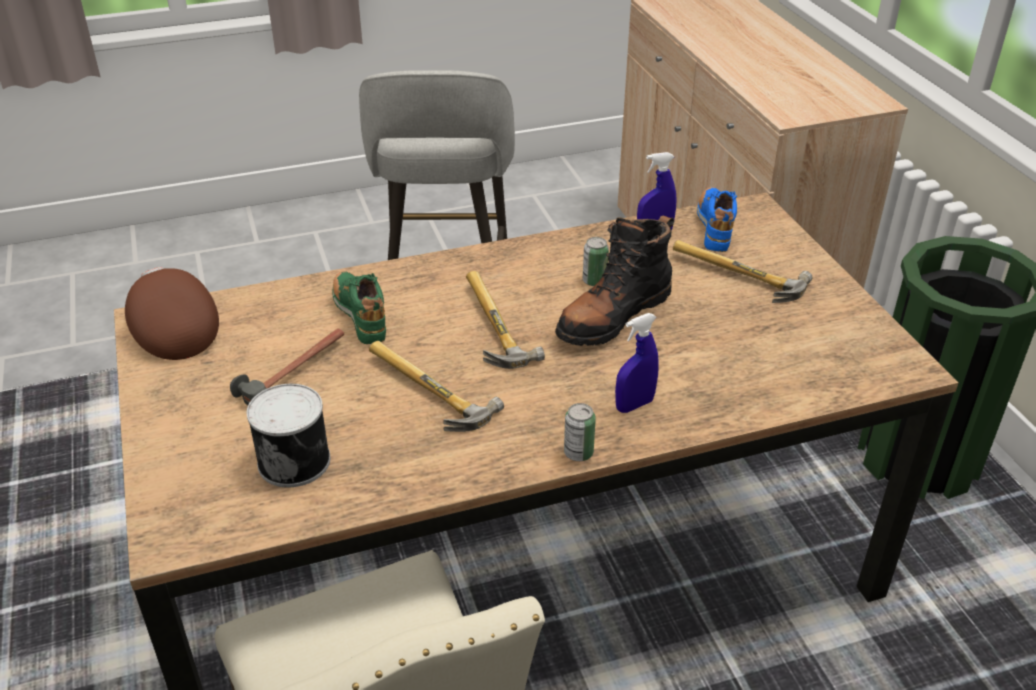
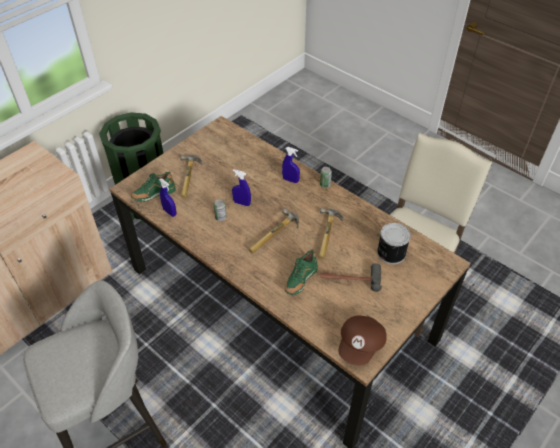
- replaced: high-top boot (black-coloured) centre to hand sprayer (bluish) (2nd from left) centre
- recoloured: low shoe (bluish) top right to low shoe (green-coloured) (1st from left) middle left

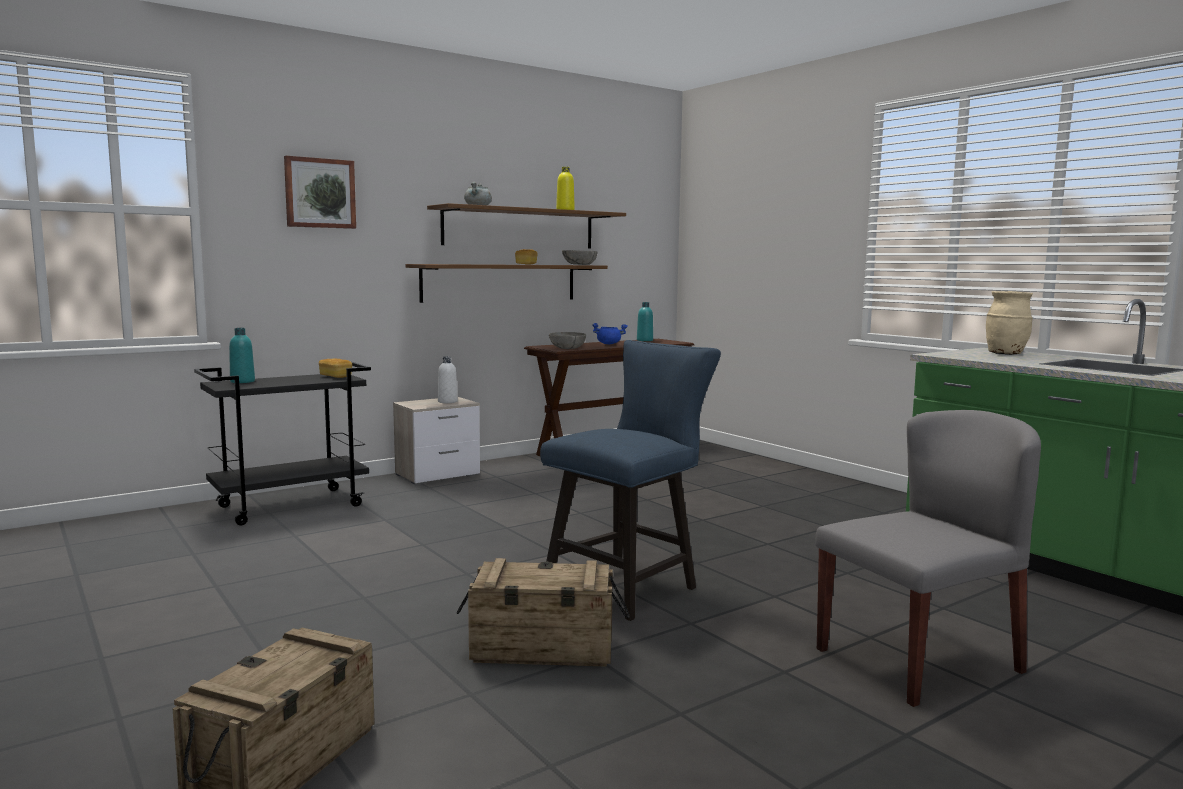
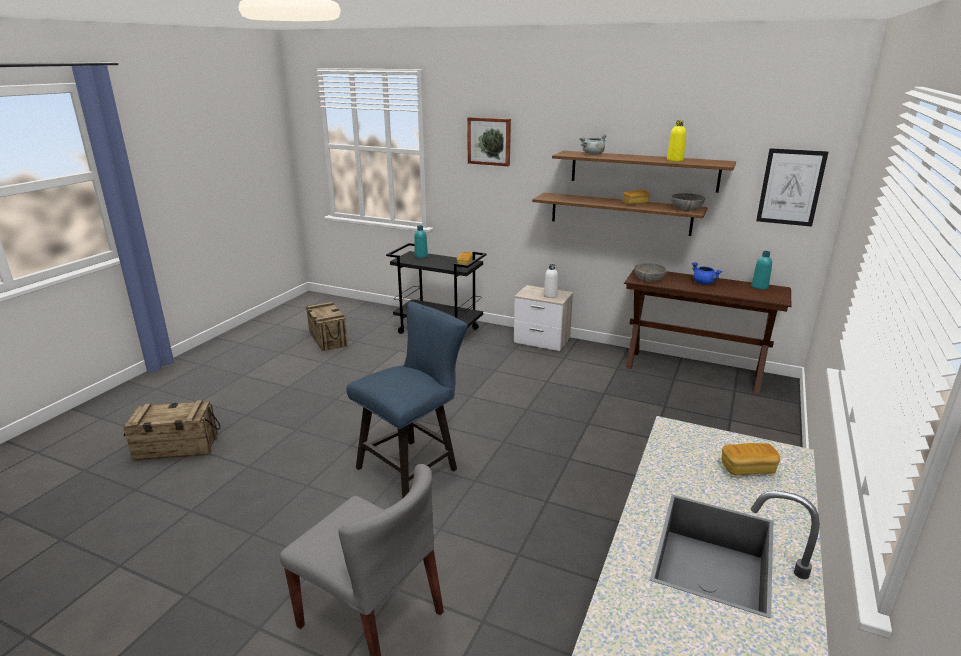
- added: picture (2nd from left) top right
- moved: packing crate (2nd from left) bottom centre to centre
- replaced: vase (beige-coloured) middle right to baked bread (3rd from left) bottom right
- turned: plain chair (bluish) centre = centre 60 degrees counterclockwise

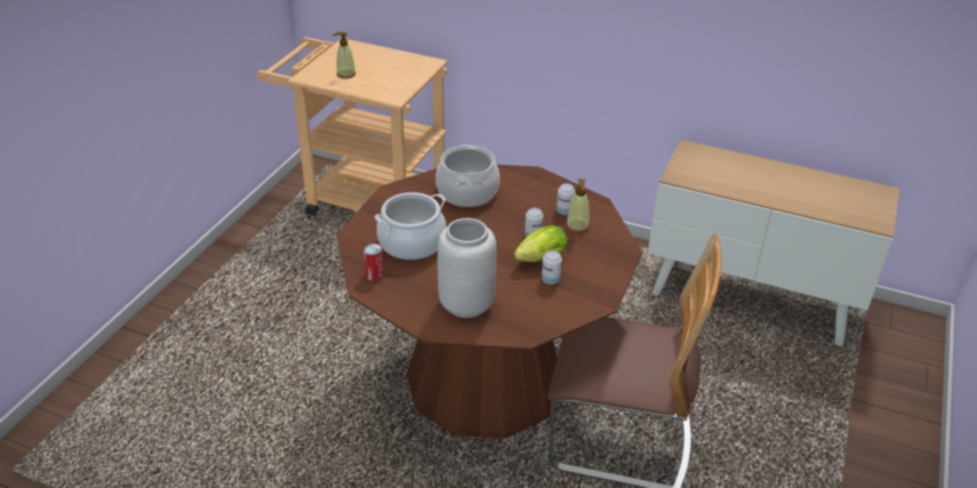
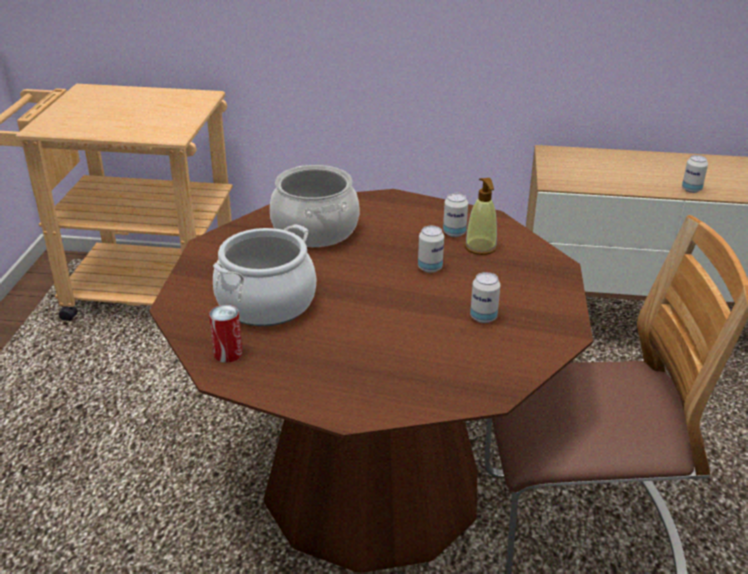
- removed: liquid soap bottle (1st from left) top centre
- removed: vase (grey) centre
- removed: lettuce centre
- added: sealed can (5th from left) top right

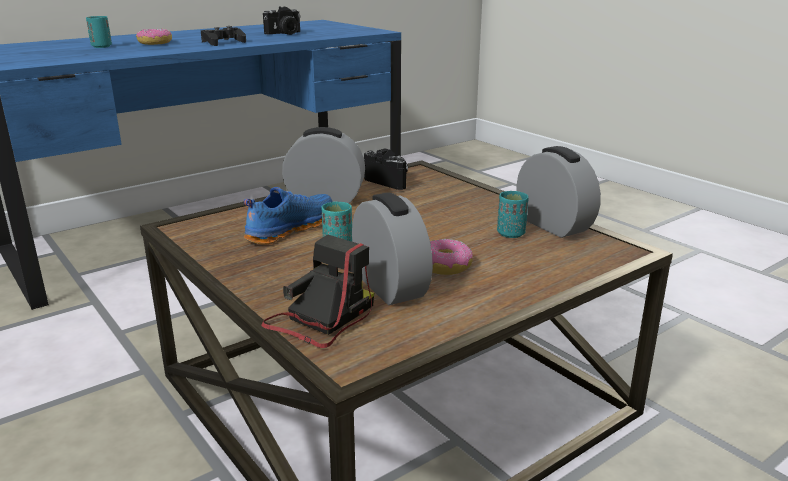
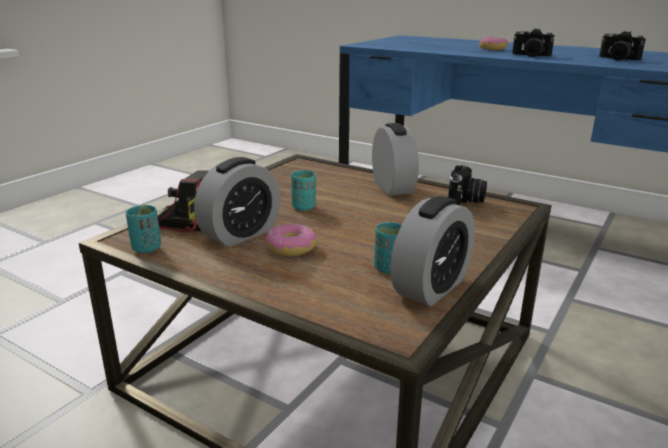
- removed: low shoe (bluish) centre
- moved: cup (turquoise-coloured) (1st from left) top left to middle left
- replaced: joypad (black-coloured) top left to photo camera (3rd from left) top right

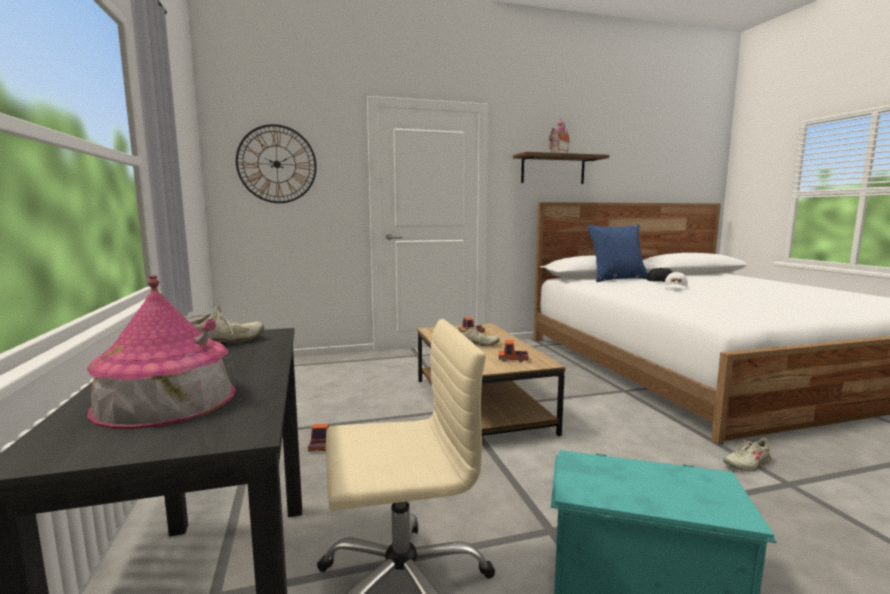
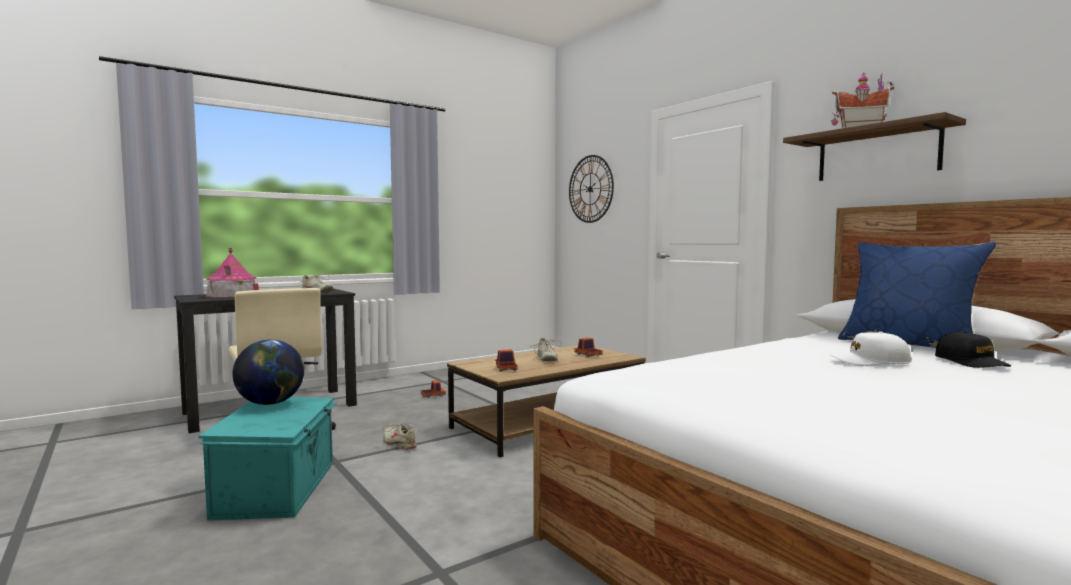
- added: world globe middle left
- moved: low shoe (beige-coloured) (3rd from left in the first image) bottom right to low shoe (beige-coloured) (2nd from left) bottom centre

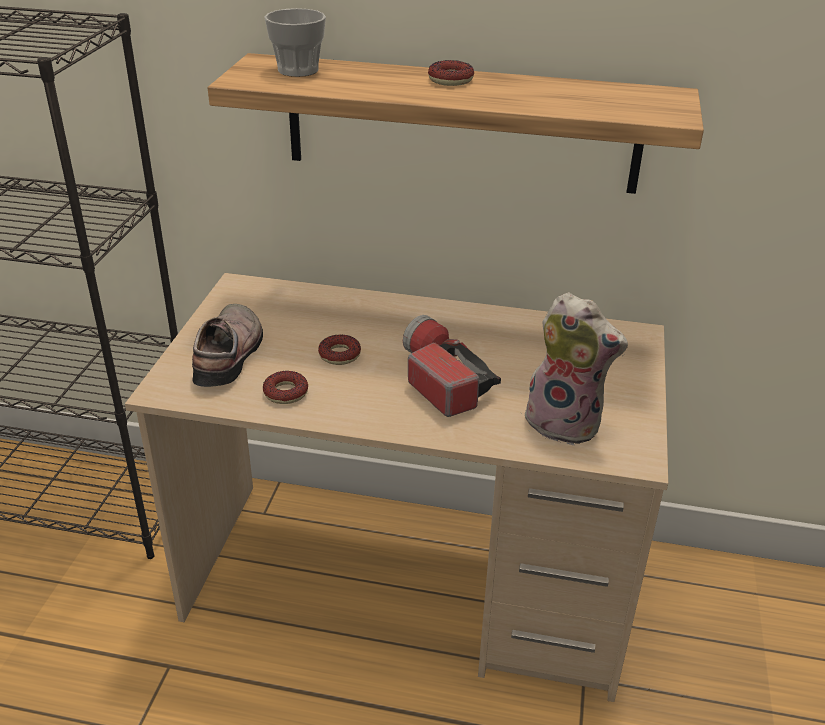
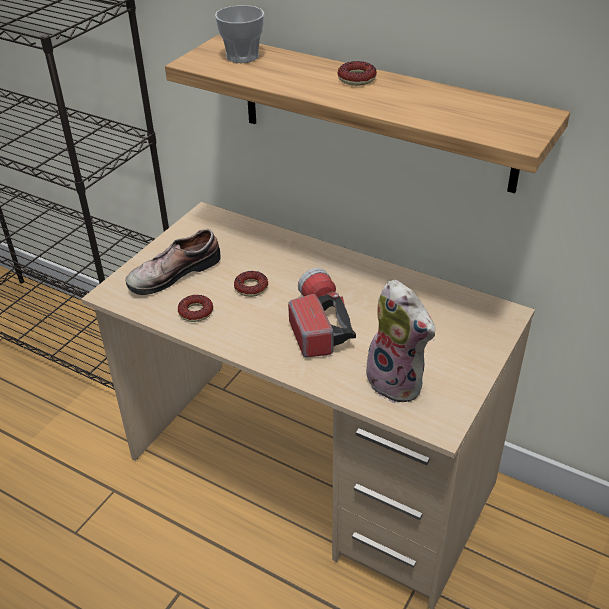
- turned: low shoe middle left = middle left 150 degrees counterclockwise

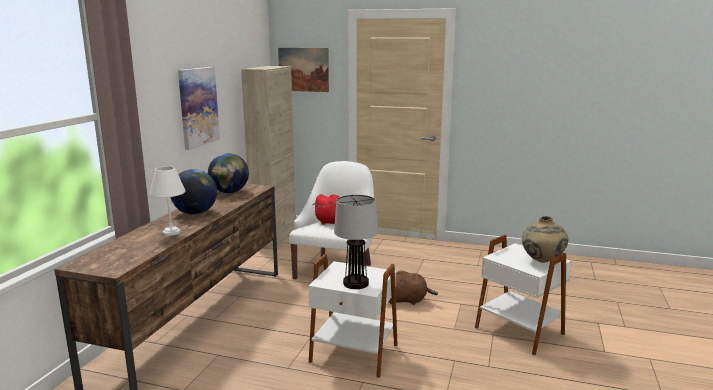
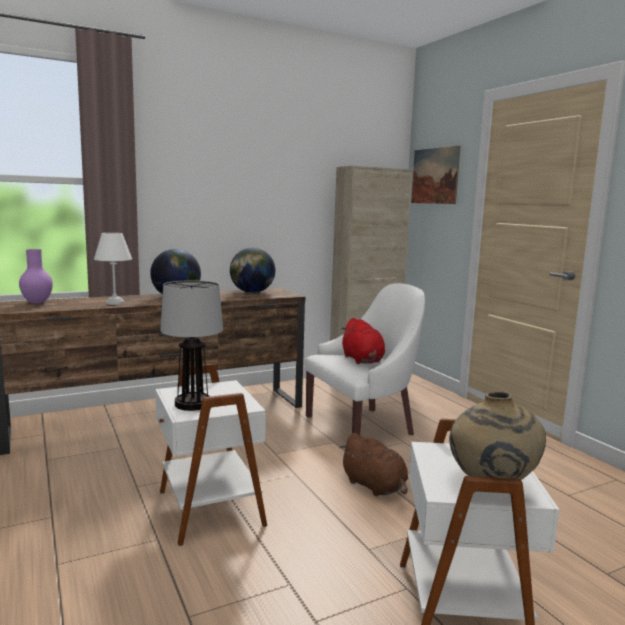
- removed: picture (1st from left) top left
- added: vase (purplish) middle left

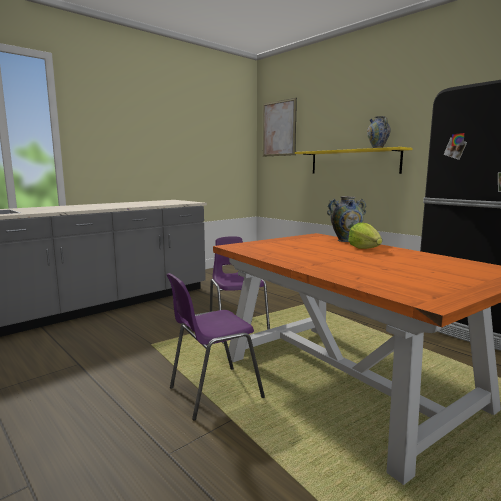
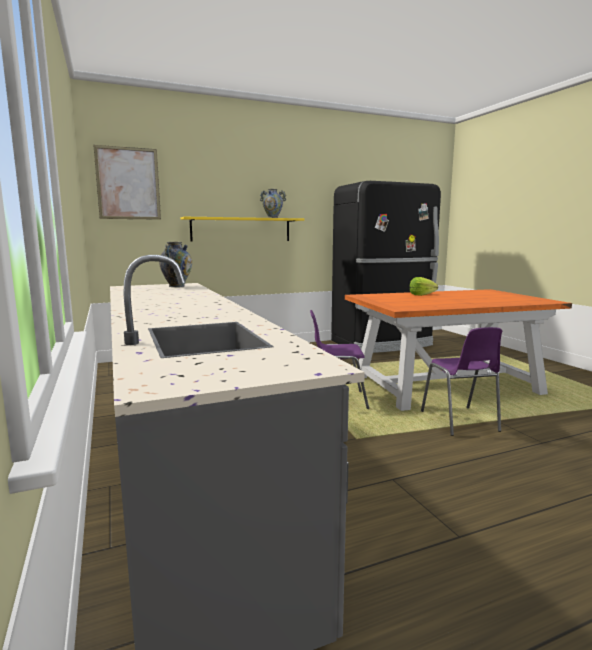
- moved: vase (1st from left) middle right to middle left

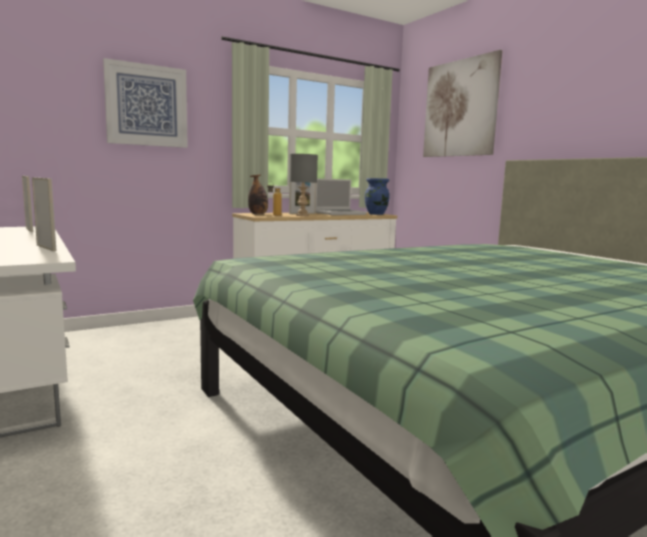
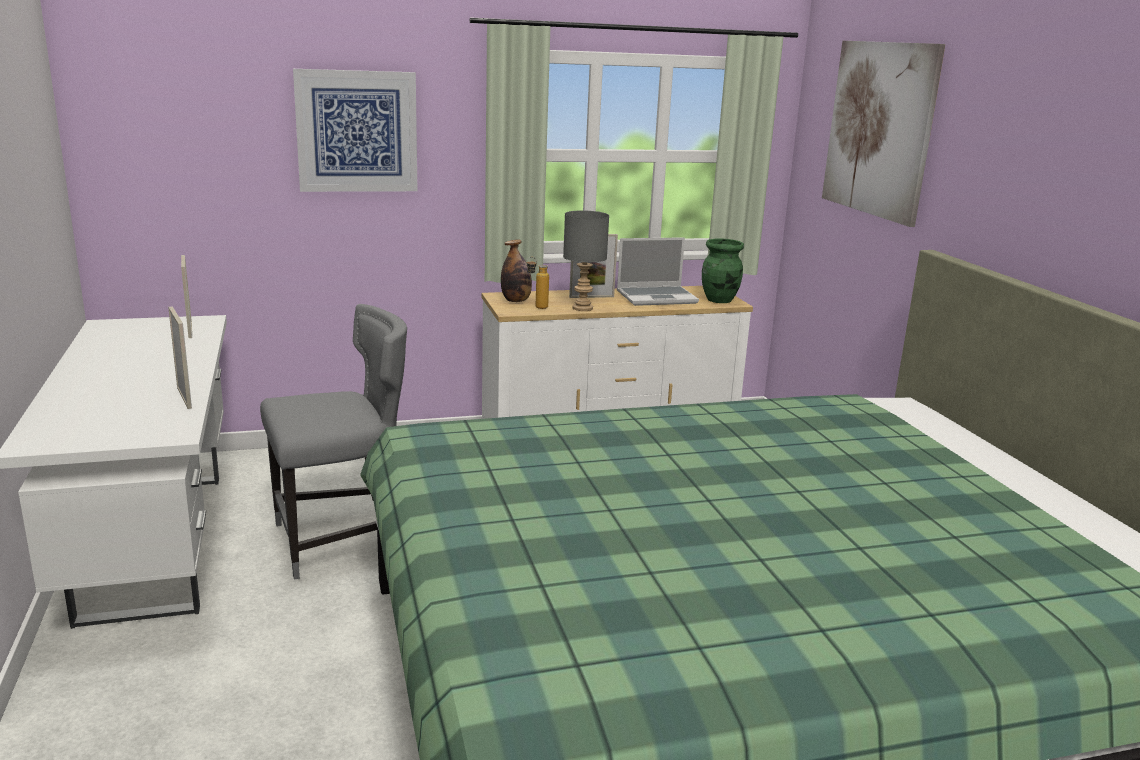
- added: plain chair (grey) middle left
- recoloured: vase (bluish) centre to vase (green-coloured) centre

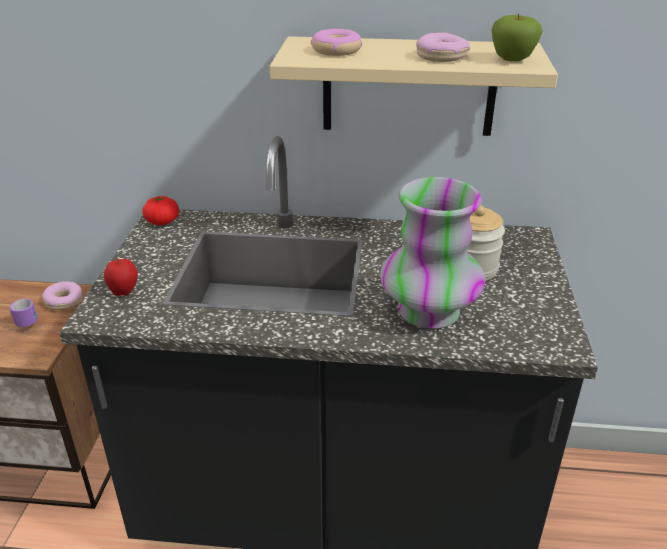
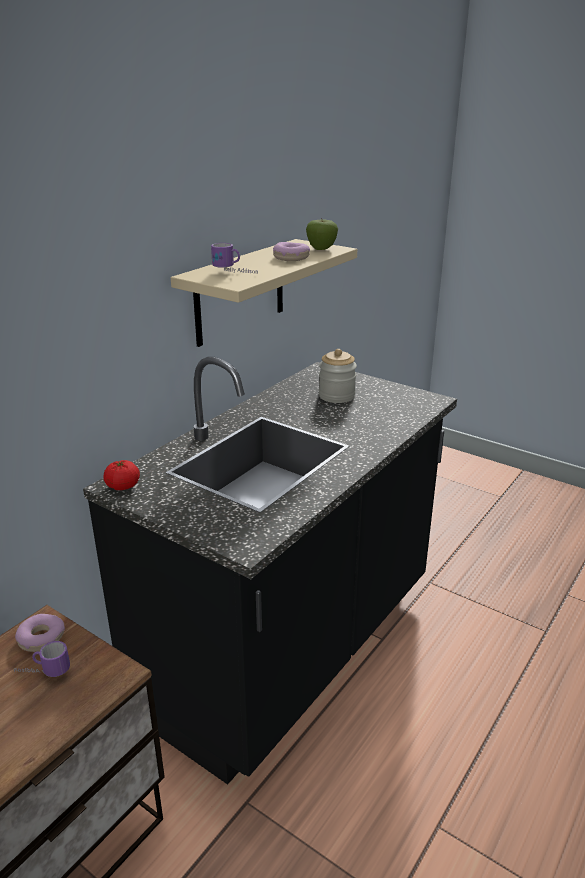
- removed: apple (1st from left) middle left
- removed: vase centre
- replaced: doughnut (2nd from left) top centre to coffee mug (2nd from left) top centre

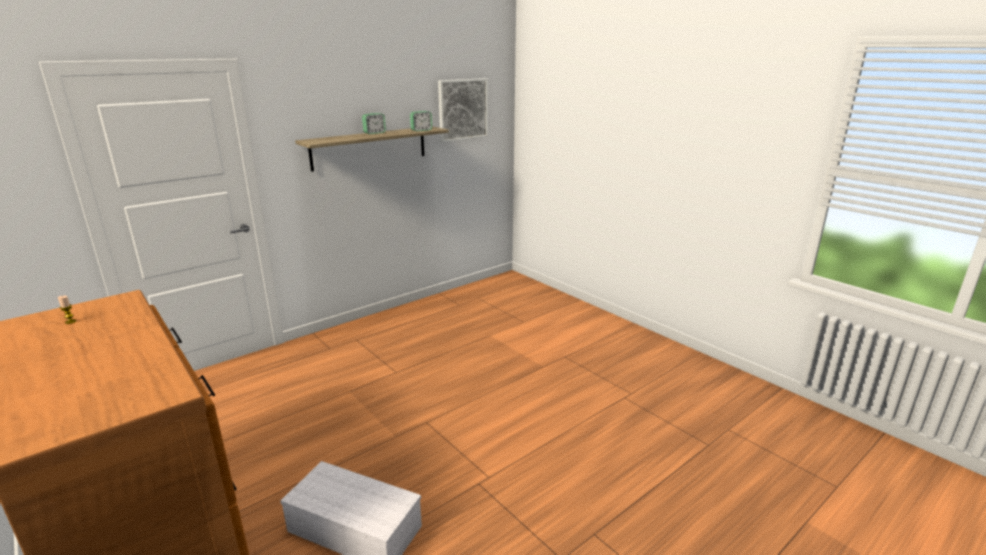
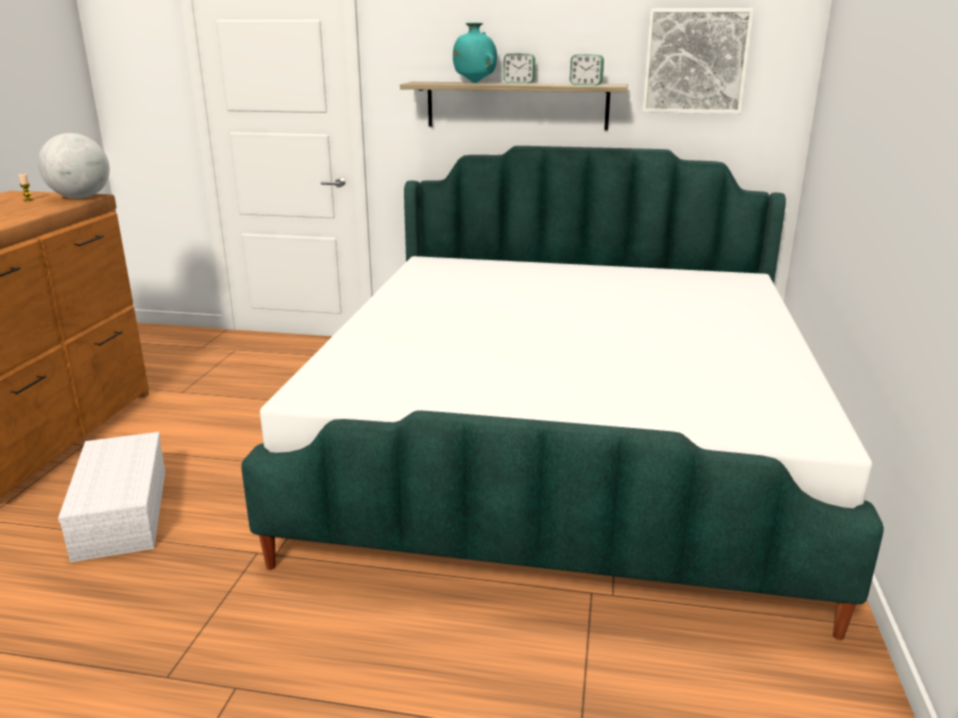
- added: world globe top left
- added: sleeping bed centre
- added: vase (turquoise-coloured) top centre

